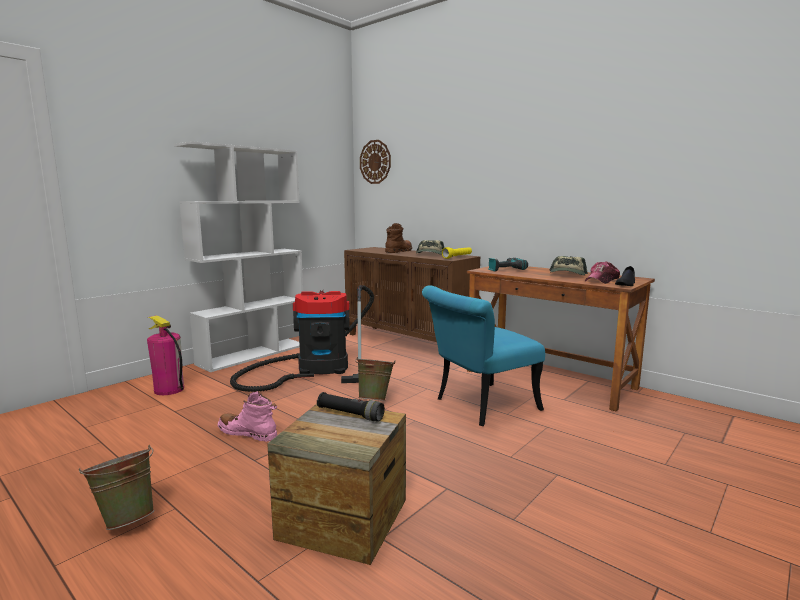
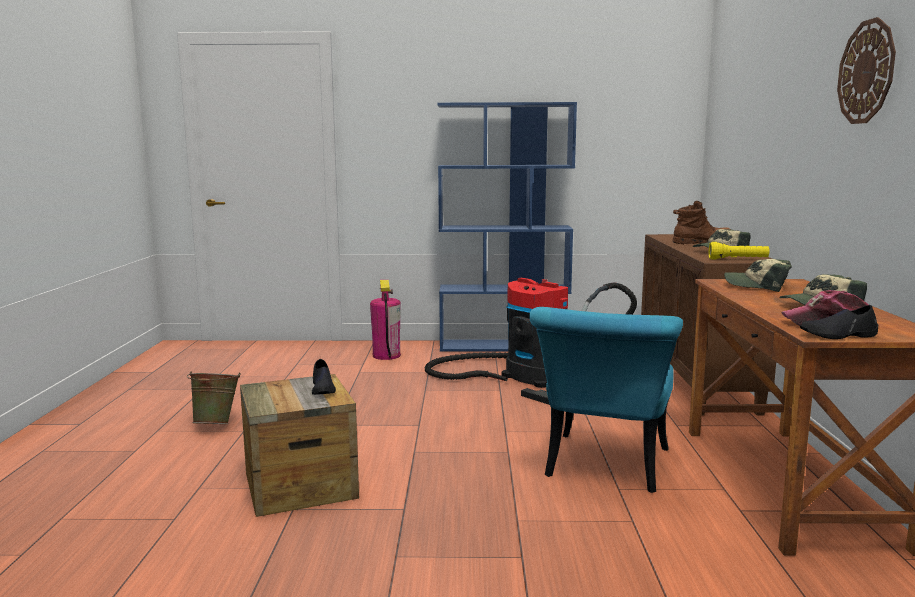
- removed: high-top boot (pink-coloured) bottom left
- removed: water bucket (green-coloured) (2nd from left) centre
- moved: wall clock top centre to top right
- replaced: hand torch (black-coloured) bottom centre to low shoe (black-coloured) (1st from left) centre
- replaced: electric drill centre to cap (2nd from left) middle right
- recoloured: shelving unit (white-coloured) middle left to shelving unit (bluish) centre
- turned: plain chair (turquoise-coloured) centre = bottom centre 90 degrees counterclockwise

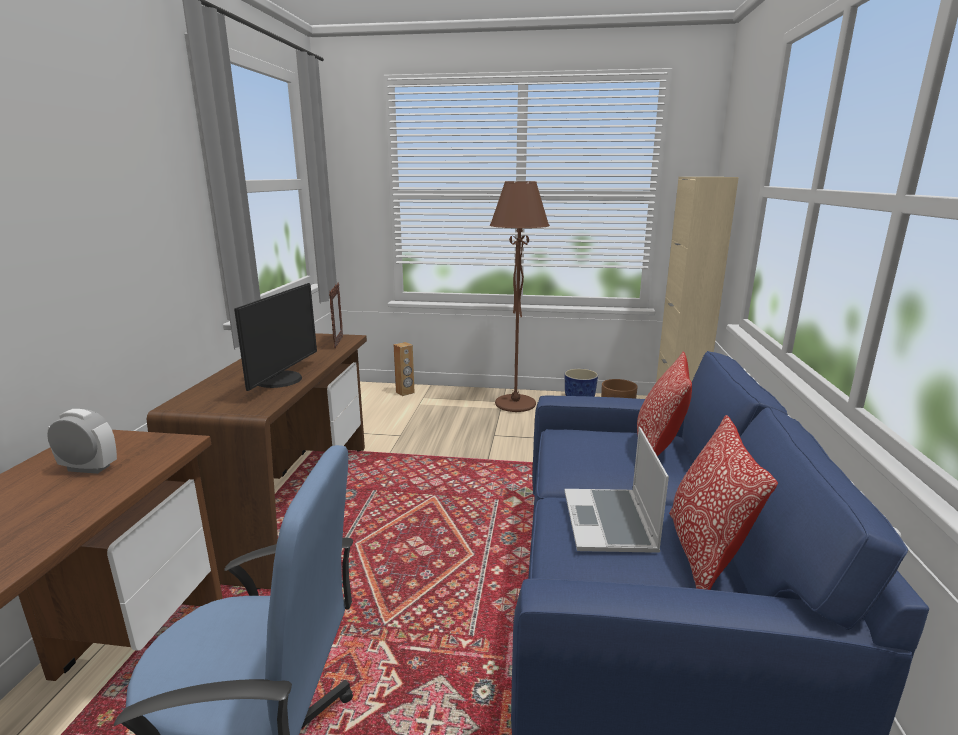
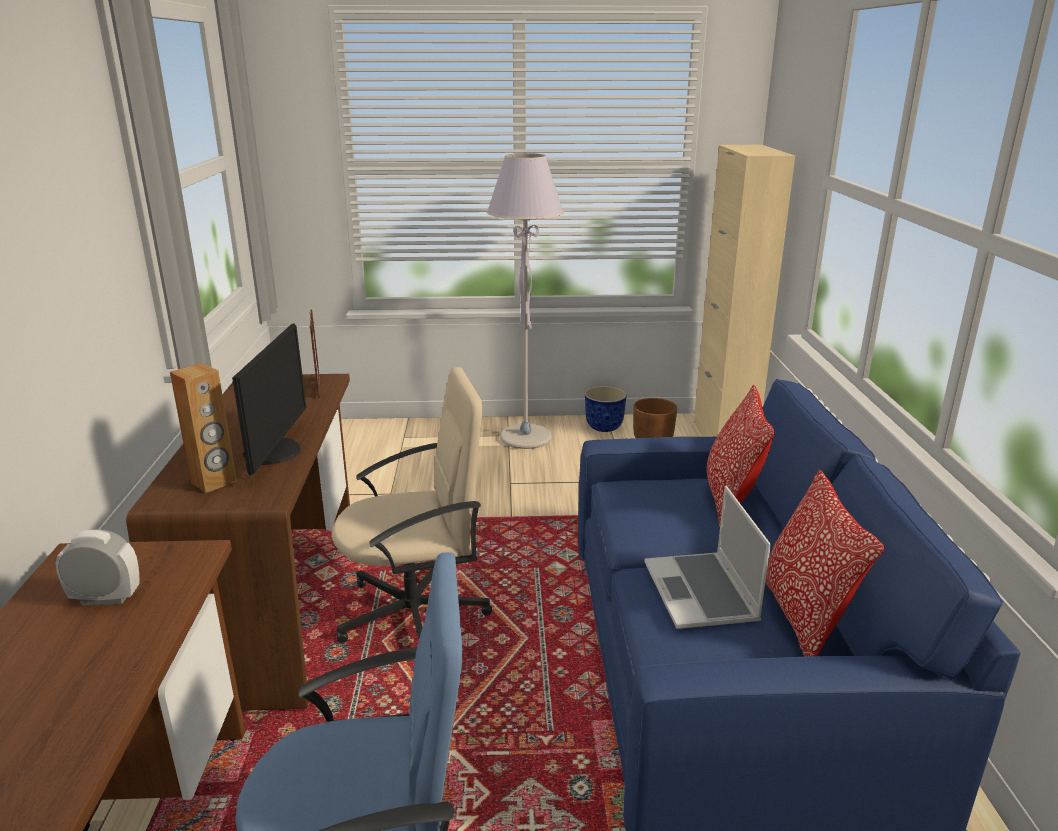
- added: computer chair (beige-coloured) centre
- moved: audio speaker (brownish) centre to middle left
- recoloured: floor lamp (brownish) centre to floor lamp (grey) centre

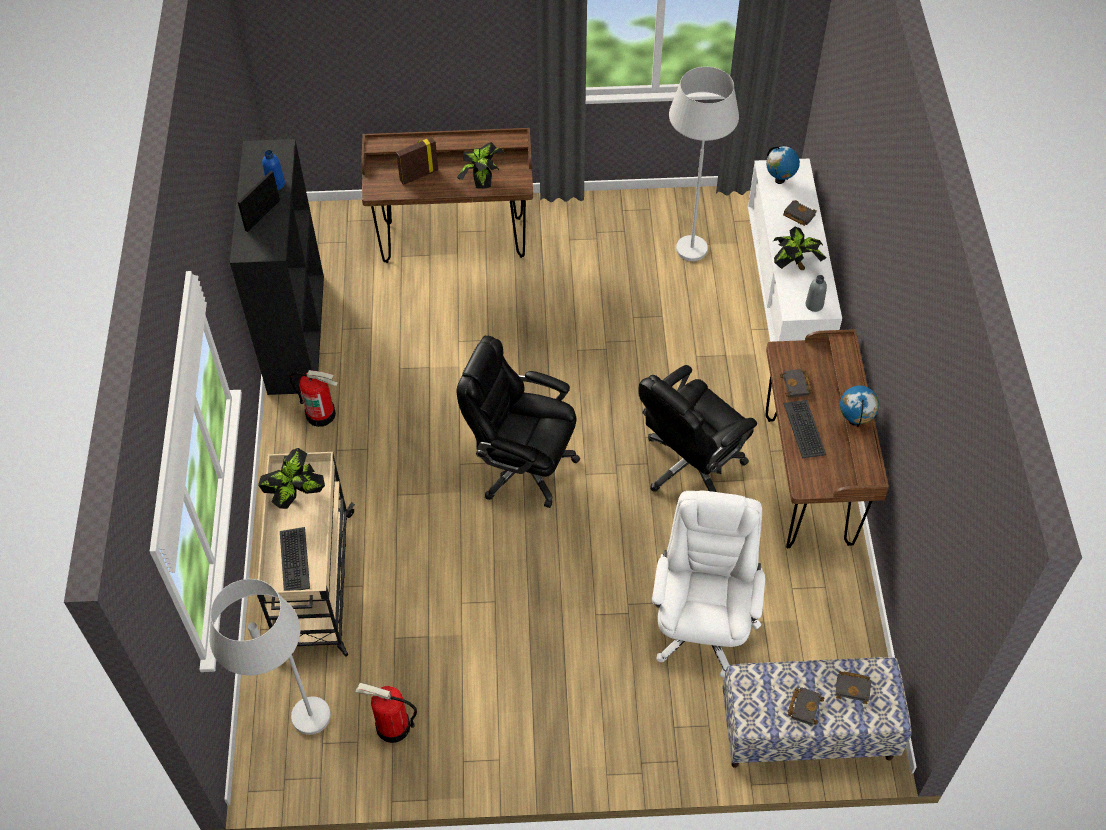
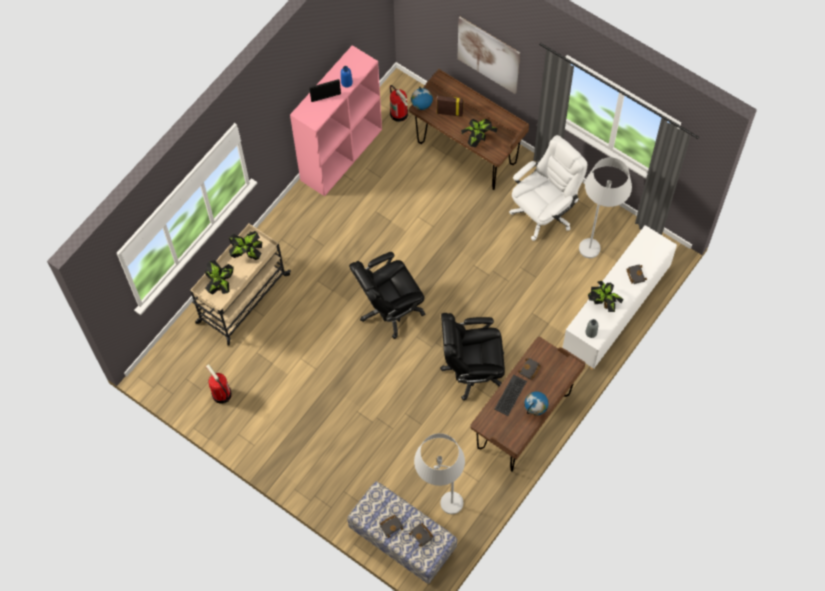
- added: picture top centre
- moved: floor lamp (white-coloured) (1st from left) bottom left to bottom centre
- moved: extinguisher (1st from left in the first image) middle left to extinguisher (2nd from left) top centre
- moved: computer chair (white-coloured) bottom centre to top centre
- moved: world globe (1st from left) top right to top centre
- replaced: computer keyboard (1st from left) bottom left to plant in a pot (1st from left) middle left
- recoloured: shelving unit (black-coloured) top left to shelving unit (pink-coloured) top centre
- turned: computer chair (black-coloured) (1st from left) centre = centre 90 degrees counterclockwise

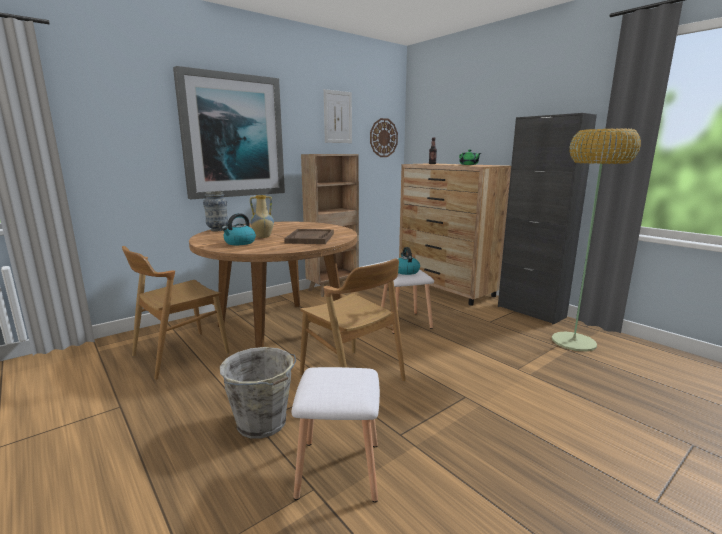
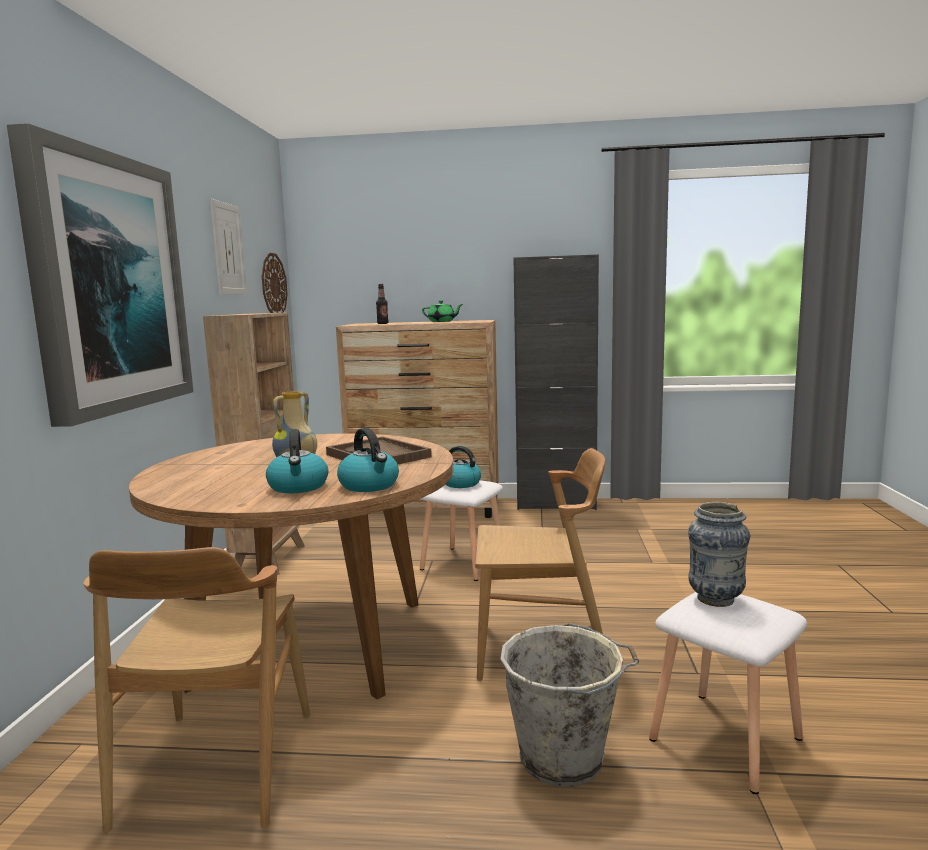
- removed: floor lamp middle right
- added: water kettle (2nd from left) centre
- moved: vase (1st from left in the first image) middle left to vase (2nd from left) middle right

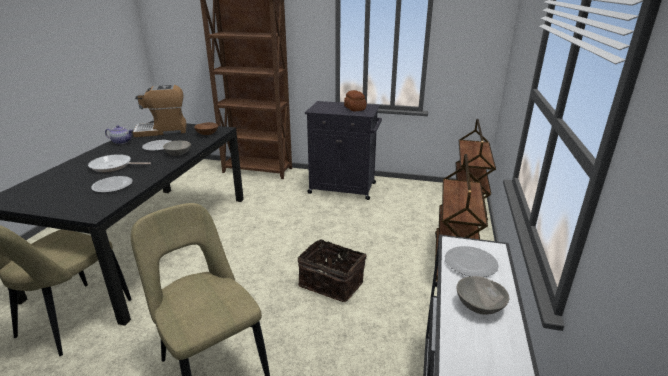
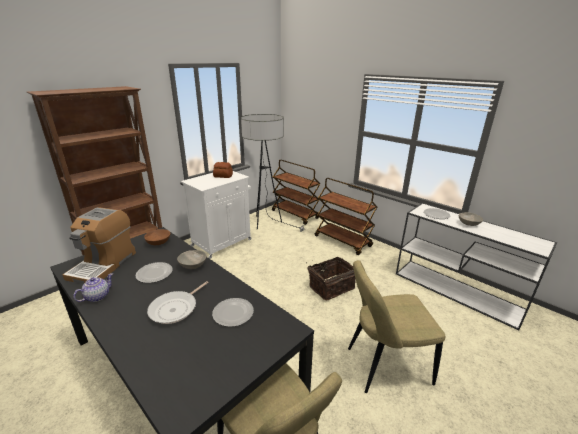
- added: floor lamp centre
- recoloured: cupboard (black-coloured) centre to cupboard (white-coloured) centre

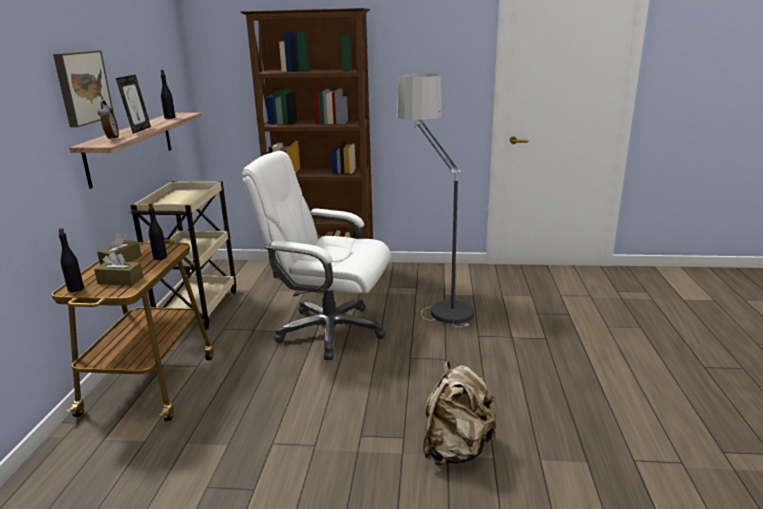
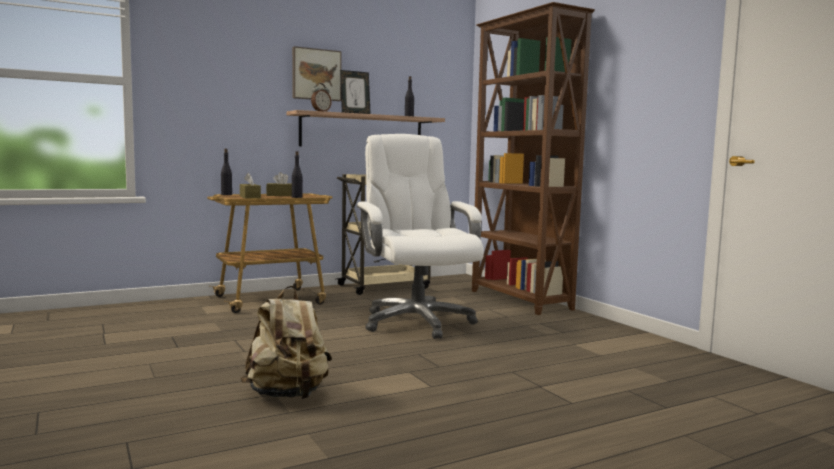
- removed: floor lamp centre

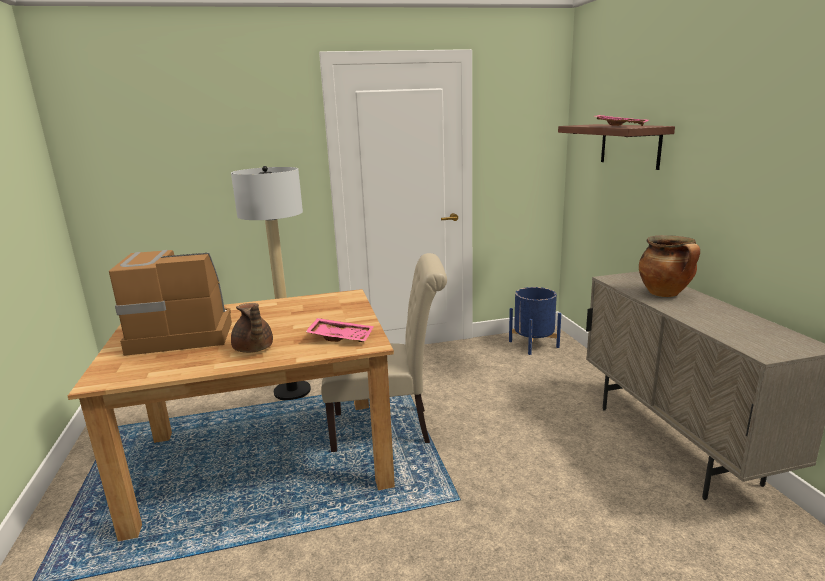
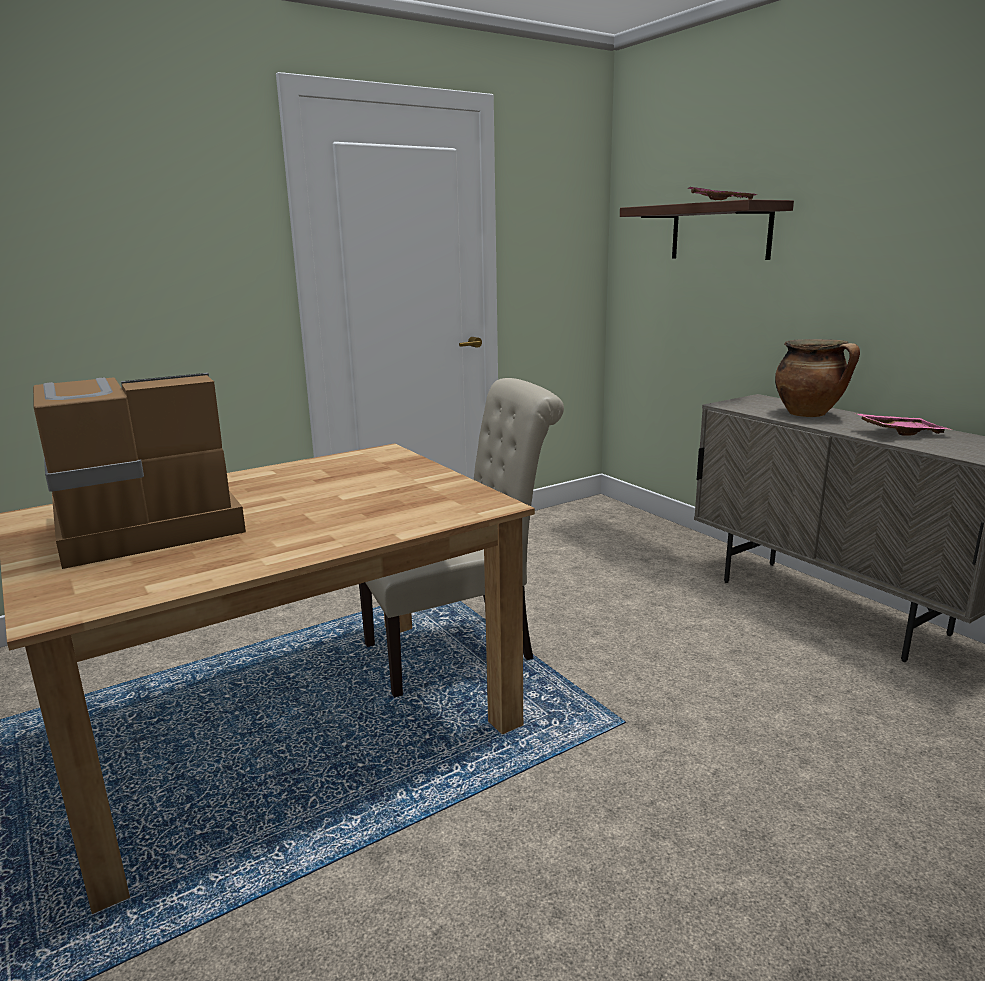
- removed: floor lamp middle left
- removed: teapot (brownish) middle left
- removed: flower pot (bluish) centre
- moved: serving tray (pink-coloured) (1st from left in the first image) centre to serving tray (pink-coloured) (2nd from left) middle right

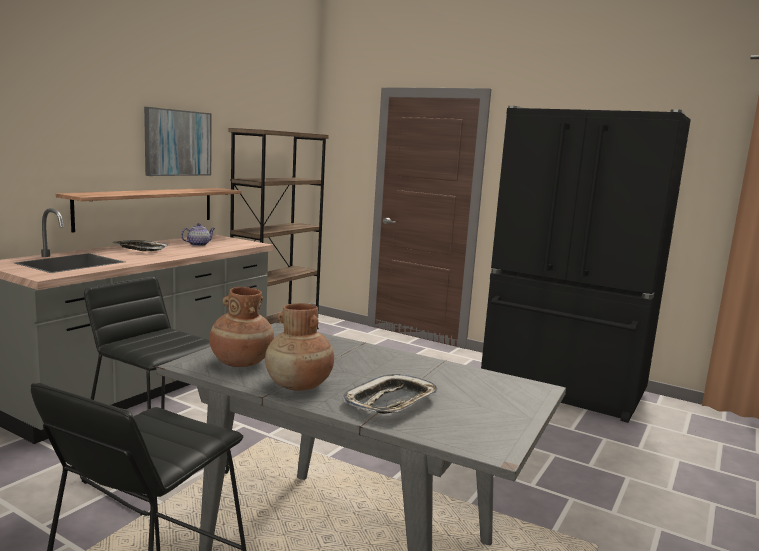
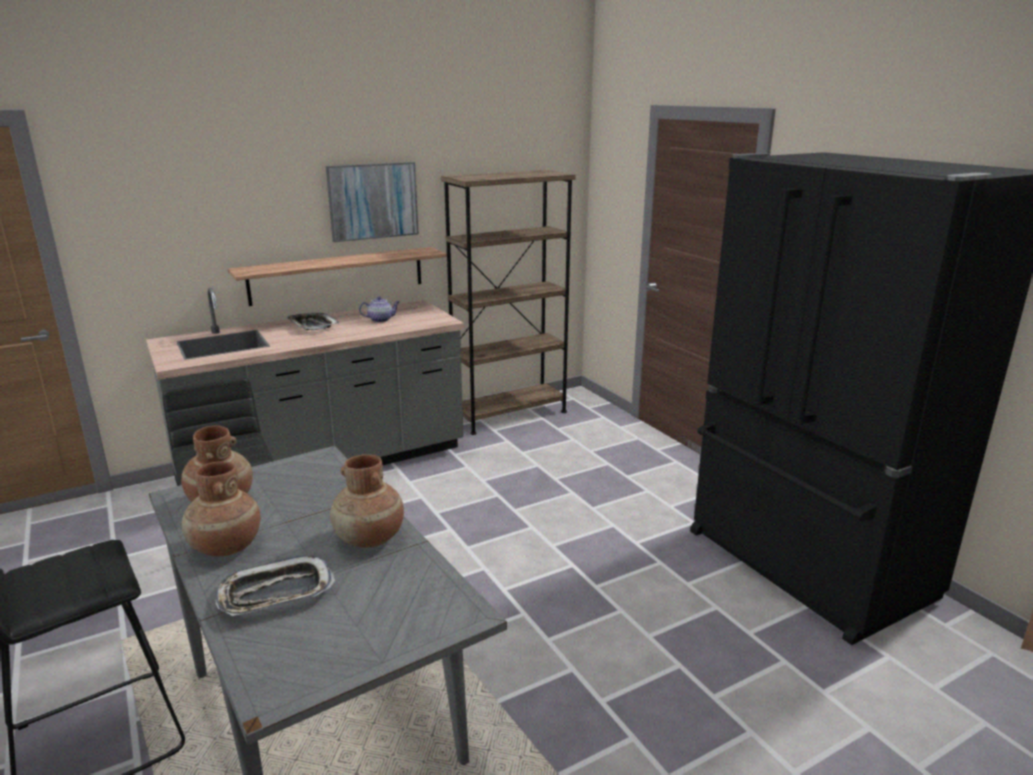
- added: vase (brownish) (3rd from left) centre

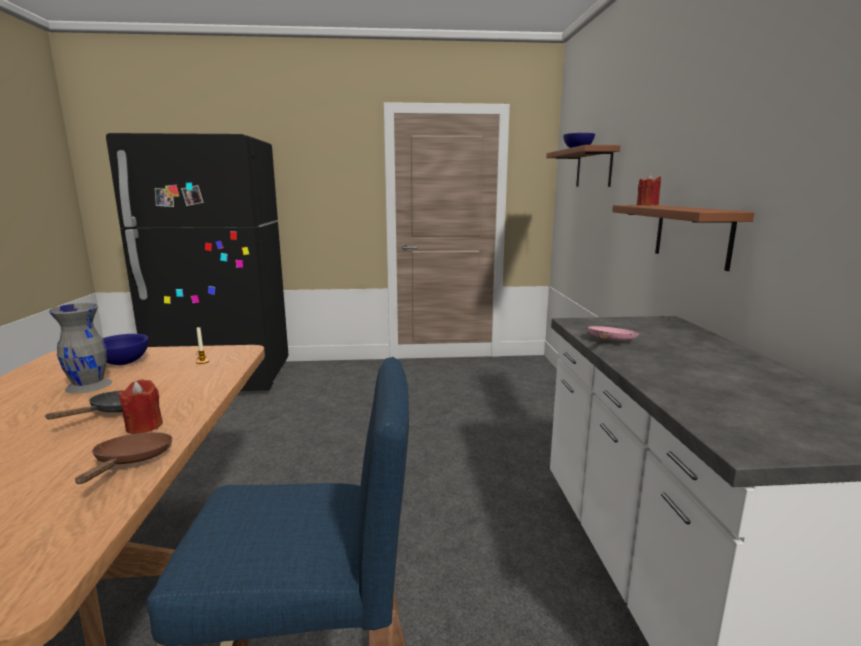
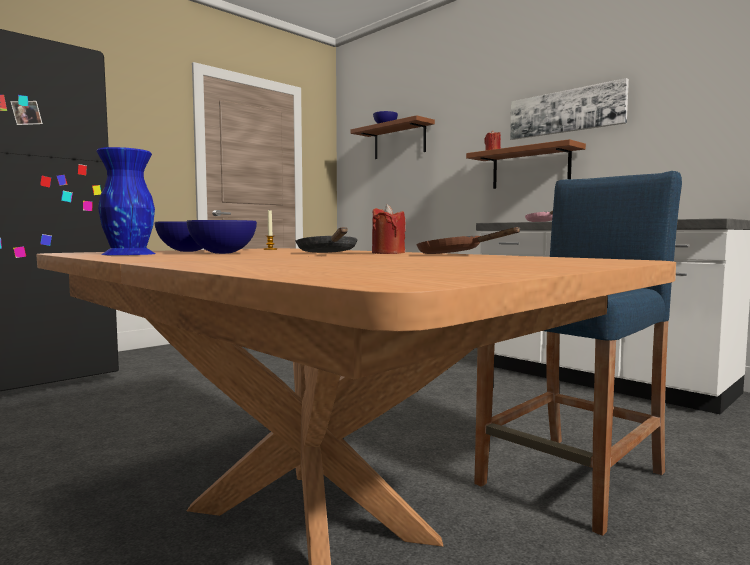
- added: vase (bluish) middle left
- added: picture top right
- replaced: vase (grey) middle left to serving bowl (bluish) (2nd from left) middle left

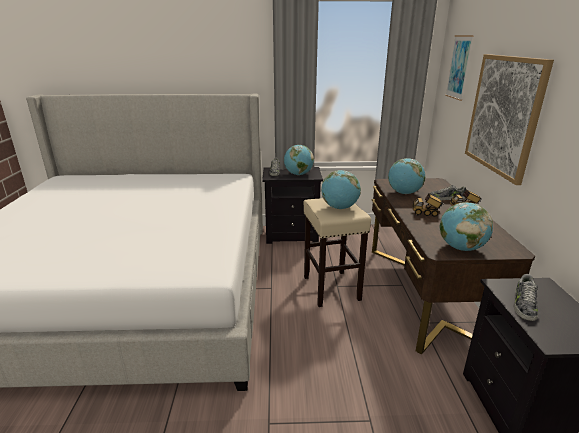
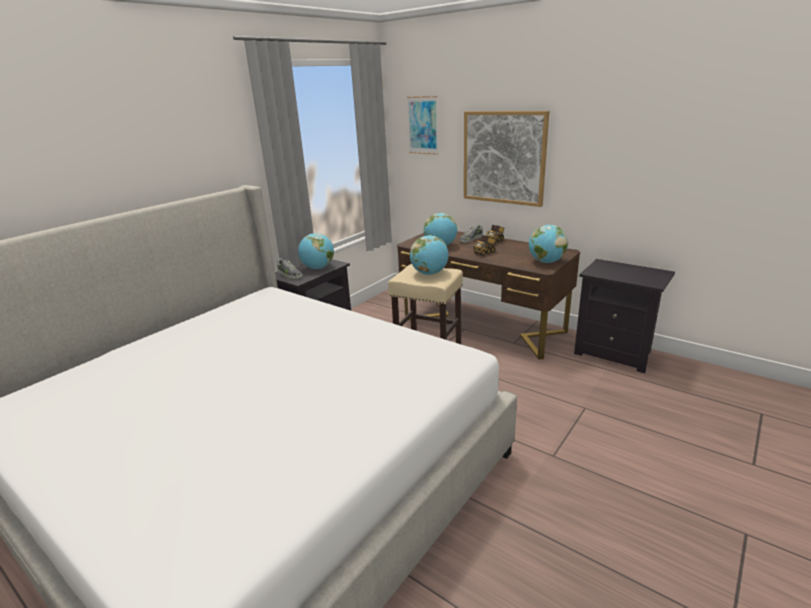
- removed: low shoe (3rd from left) bottom right

